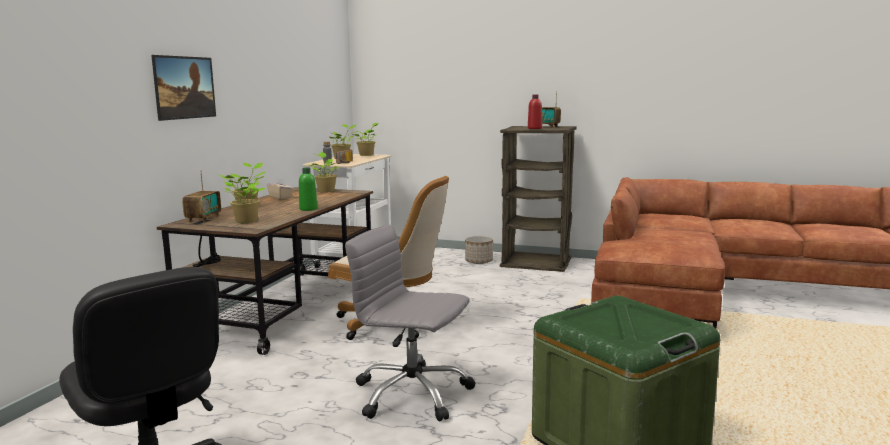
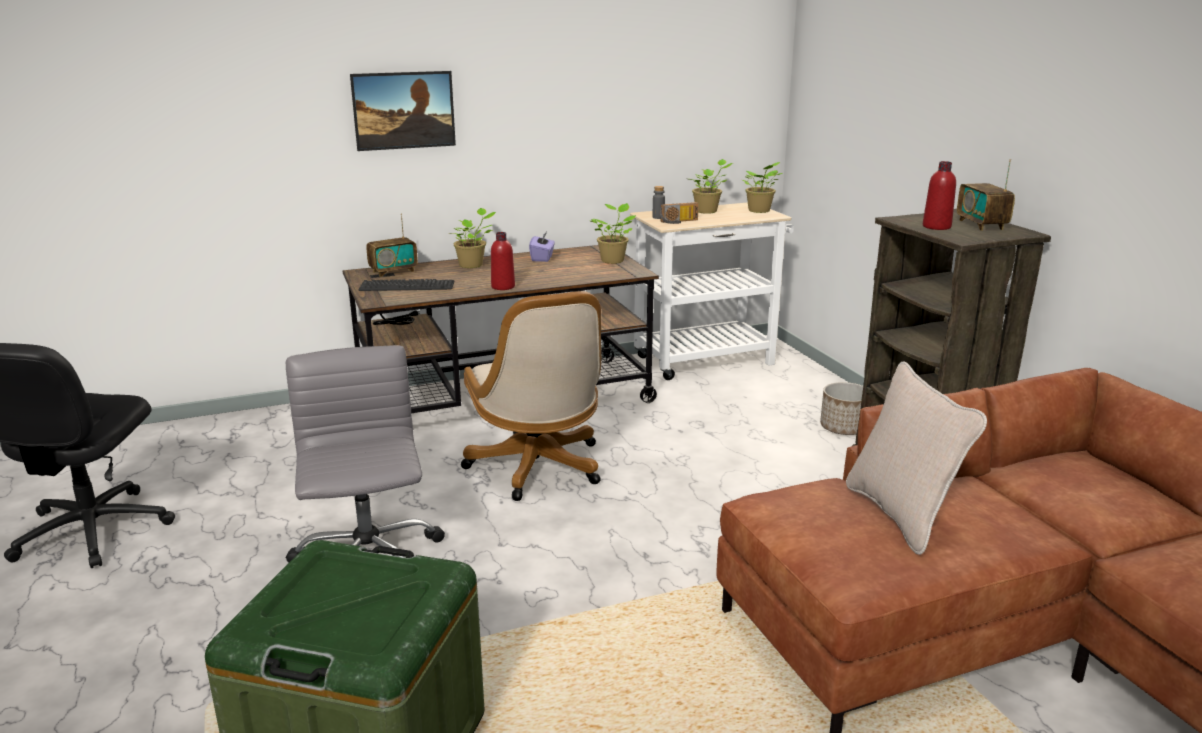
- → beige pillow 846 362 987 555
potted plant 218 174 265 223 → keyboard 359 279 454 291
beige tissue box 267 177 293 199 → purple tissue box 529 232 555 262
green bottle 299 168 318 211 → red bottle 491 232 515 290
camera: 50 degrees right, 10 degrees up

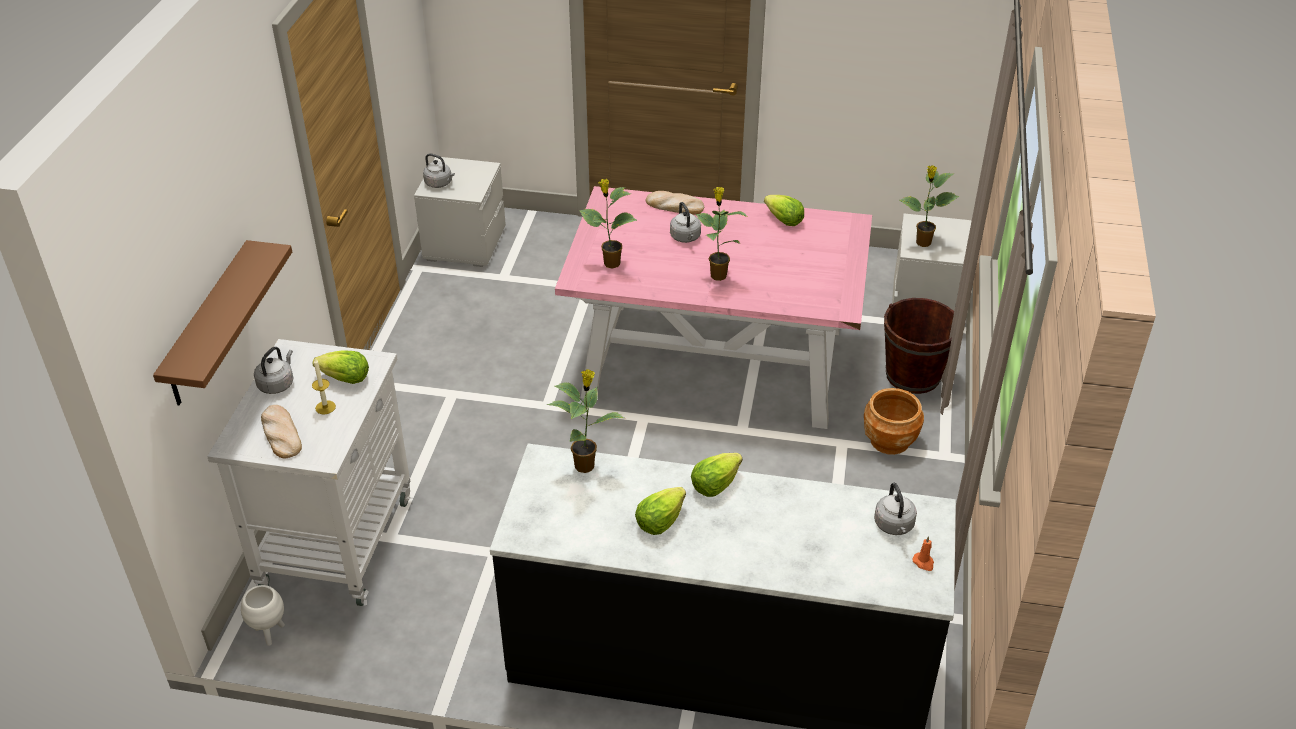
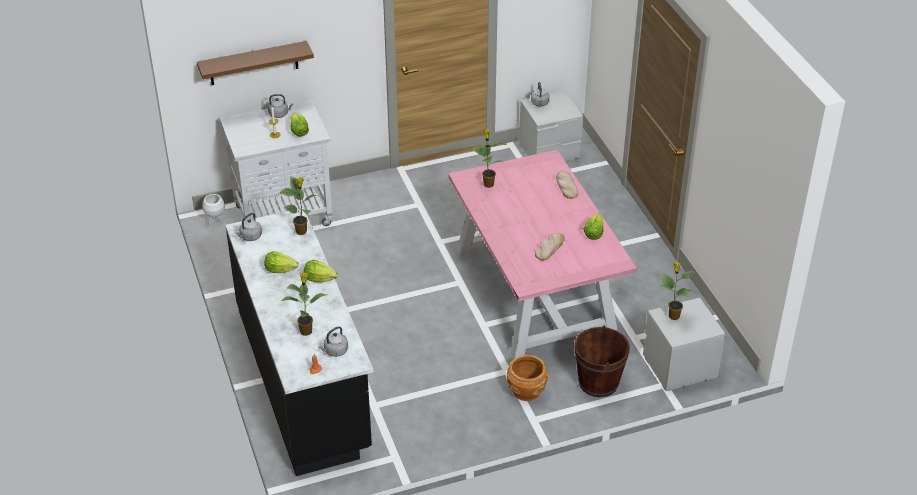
bread 261 405 302 458 → bread 535 233 565 260, relocated
grey kettle 670 202 701 243 → grey kettle 235 213 262 241, relocated
potted plant 695 187 748 281 → potted plant 281 272 328 336, relocated
camera: 60 degrees right, 0 degrees up

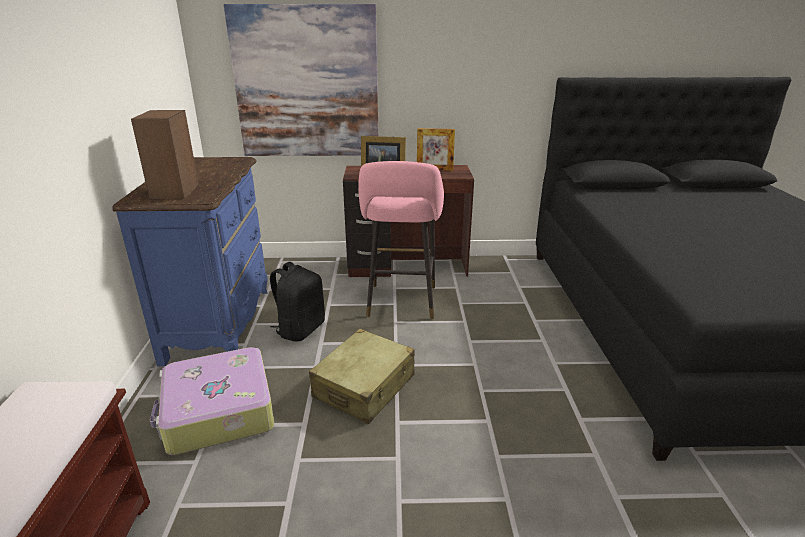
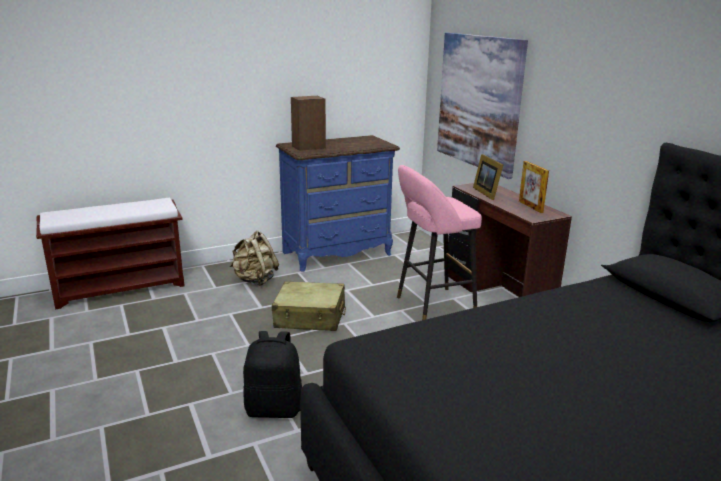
black backpack 270 262 325 342 → black backpack 243 331 302 418, relocated
suitcase 150 347 274 455 → beige backpack 230 231 279 286
camera: 65 degrees right, 5 degrees down

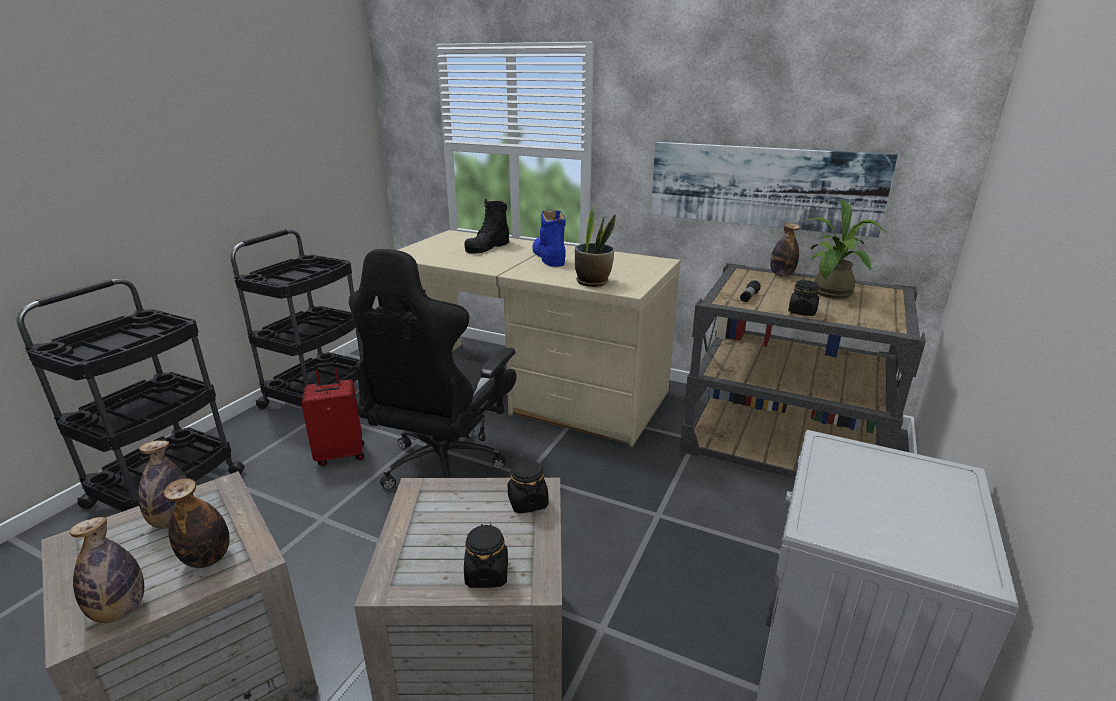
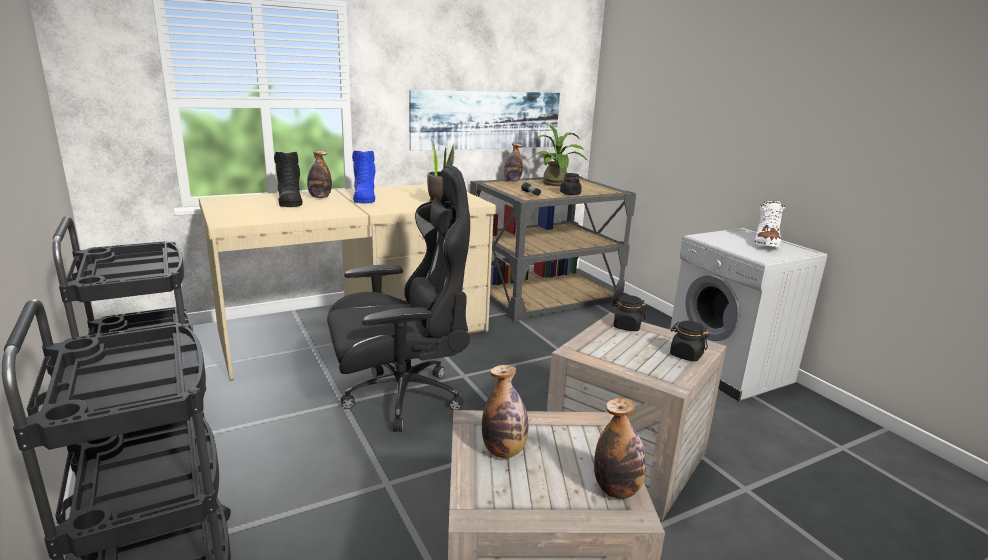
red suitcase 301 362 364 466 → -
- → white boot 754 201 785 247
bottle 164 478 230 568 → bottle 307 151 332 198, relocated
black office chair 349 249 517 490 → black office chair 327 165 470 432, 75 degrees counterclockwise
blue boot 532 210 566 267 → blue boot 352 150 376 204, 120 degrees counterclockwise
camera: 55 degrees left, 5 degrees down

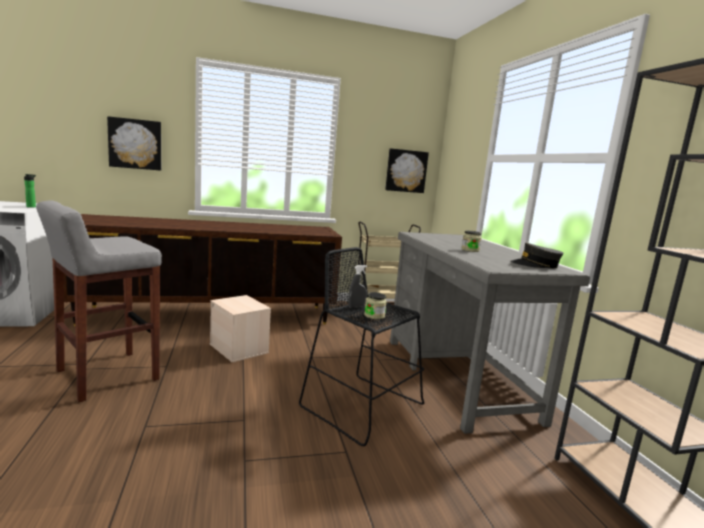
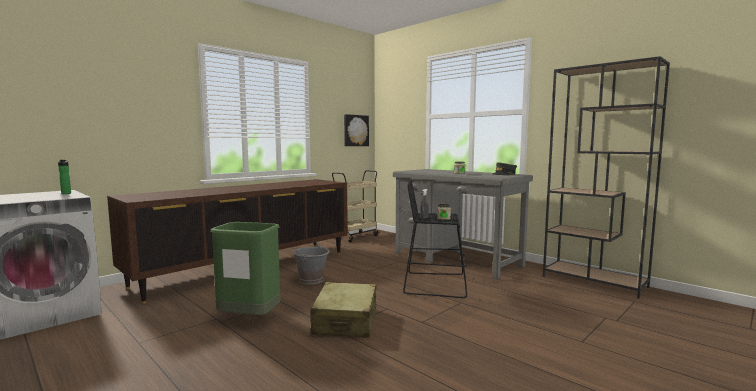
picture 107 116 161 170 → -
- → beige suitcase 311 282 377 338
grey stool 36 200 162 402 → green trash can 210 222 280 315
beige storage box 210 295 271 362 → grey bucket 293 244 330 285
camera: 30 degrees left, 5 degrees down

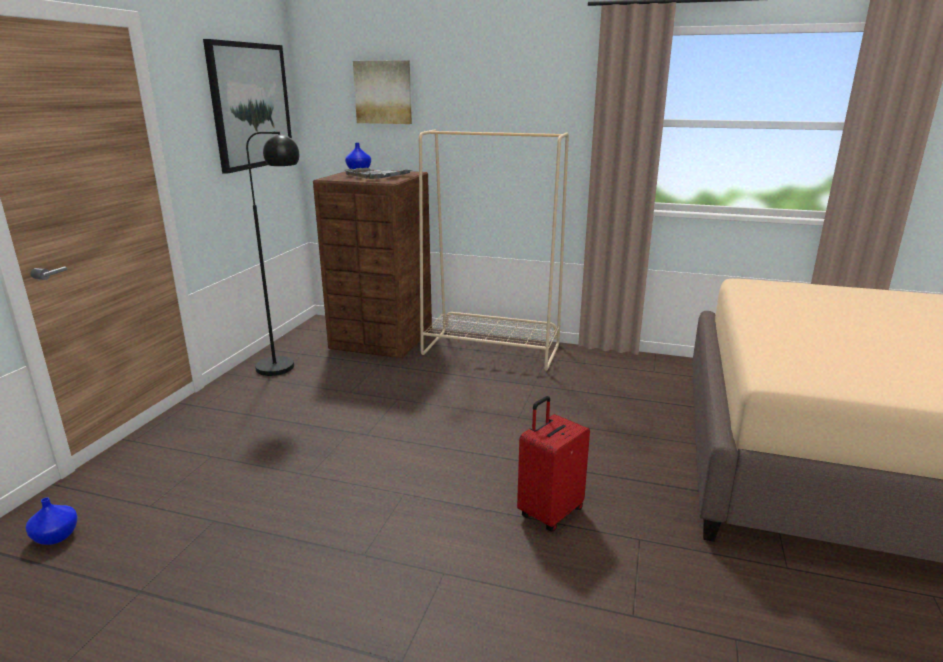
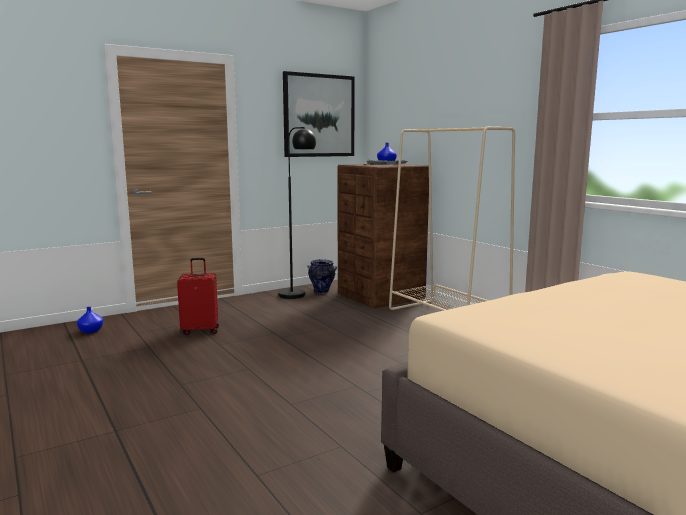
picture 353 60 412 124 → -
- → vase 307 259 337 294
red suitcase 517 396 590 531 → red suitcase 177 258 219 335, relocated
camera: 40 degrees right, 10 degrees down

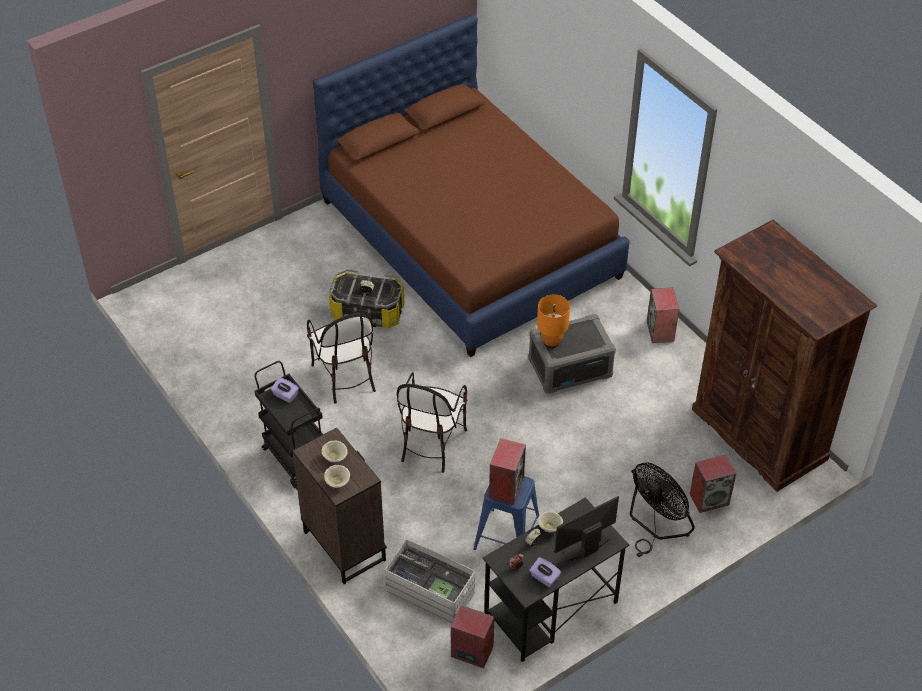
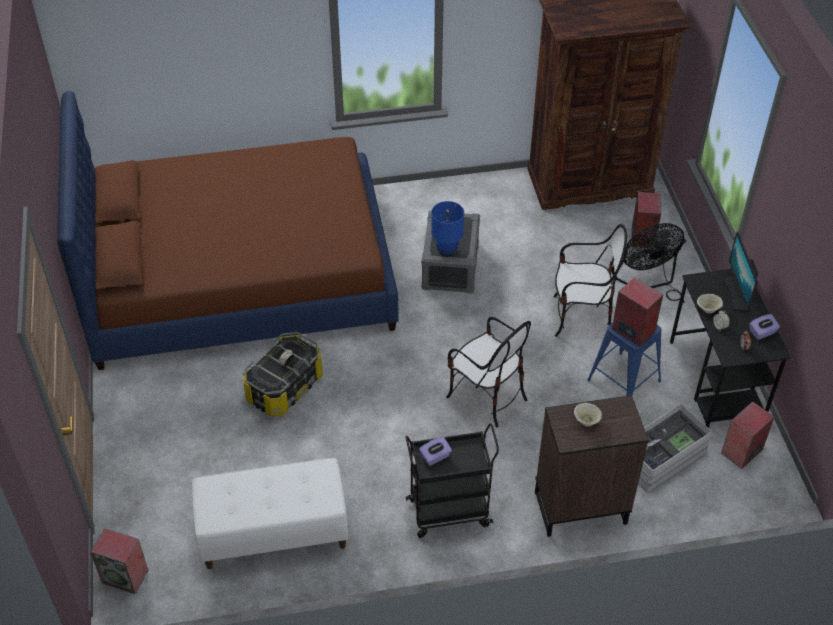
beige bowl 324 465 350 488 → -
- → white bench 192 458 348 569
chair 307 305 376 404 → chair 554 224 627 337, relocated
speaker 647 287 679 343 → speaker 90 528 148 594, relocated
orange table lamp 537 295 570 348 → blue table lamp 431 201 464 257
camera: 65 degrees left, 0 degrees up

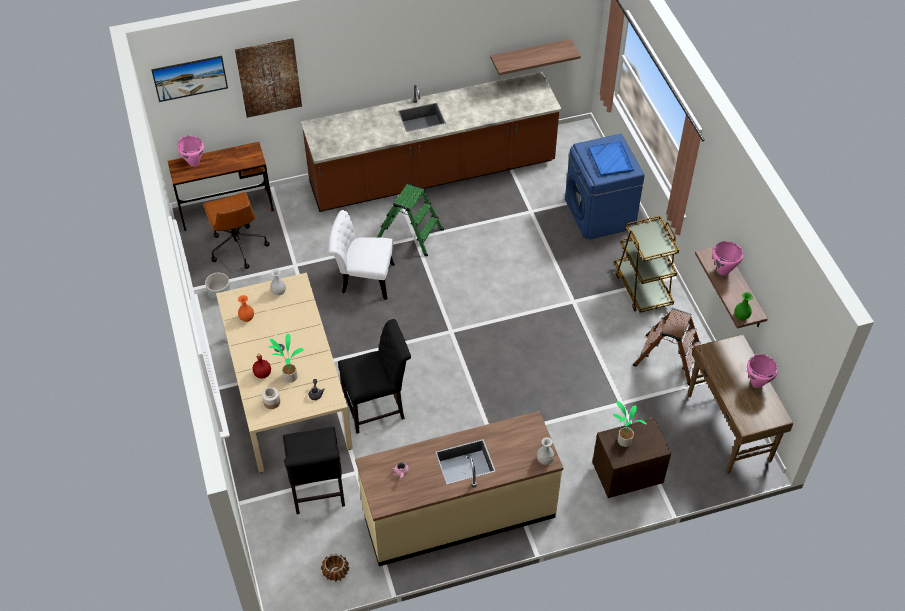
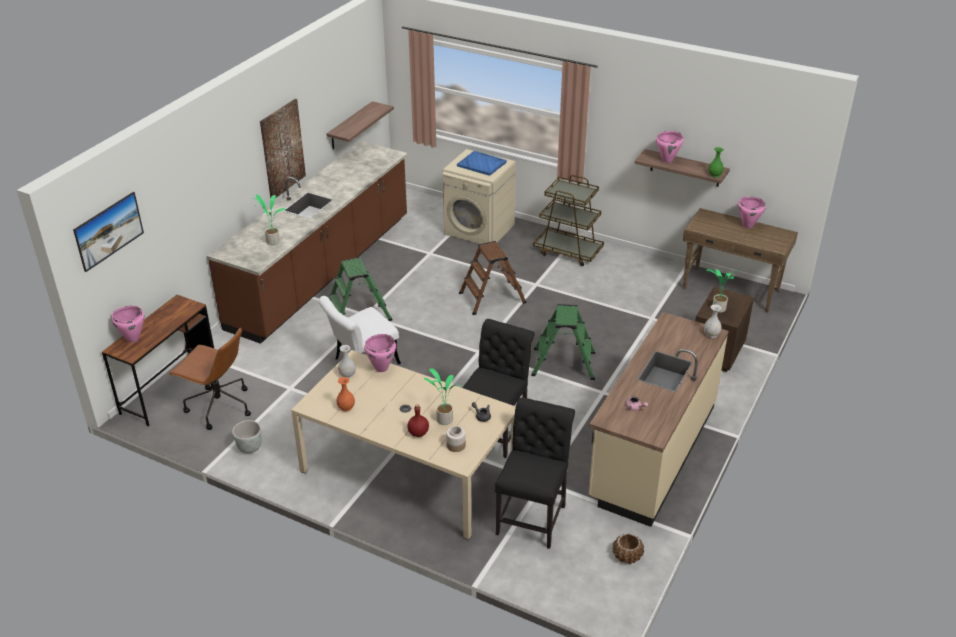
- → potted plant 253 194 286 245
- → pink cooking pot 364 334 396 372
- → green step ladder 531 304 596 380
picture 235 38 302 118 → picture 260 99 306 199, relocated
brown step ladder 633 308 701 385 → brown step ladder 459 241 527 315, relocated
blue washing machine 565 133 645 240 → beige washing machine 442 149 516 244
black chair 283 427 345 514 → black chair 495 397 575 549, 105 degrees counterclockwise
camera: 45 degrees left, 15 degrees down

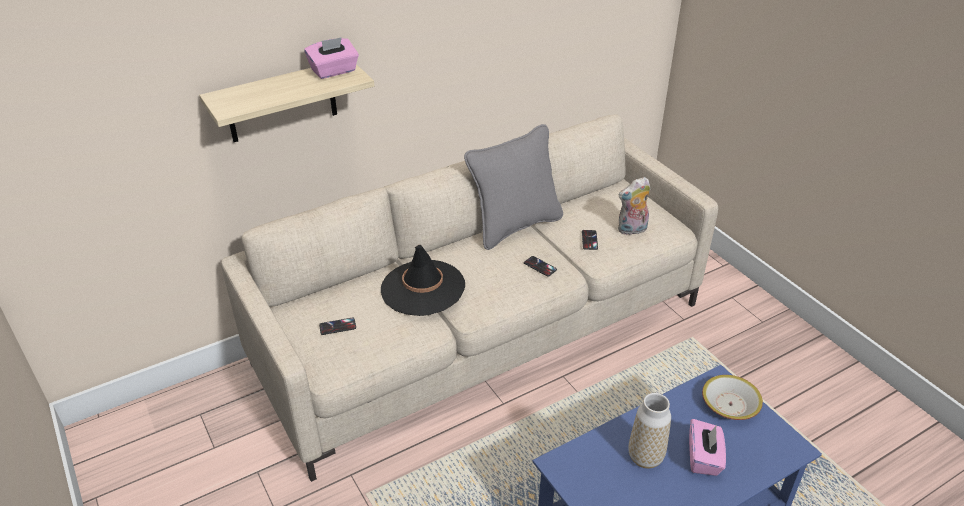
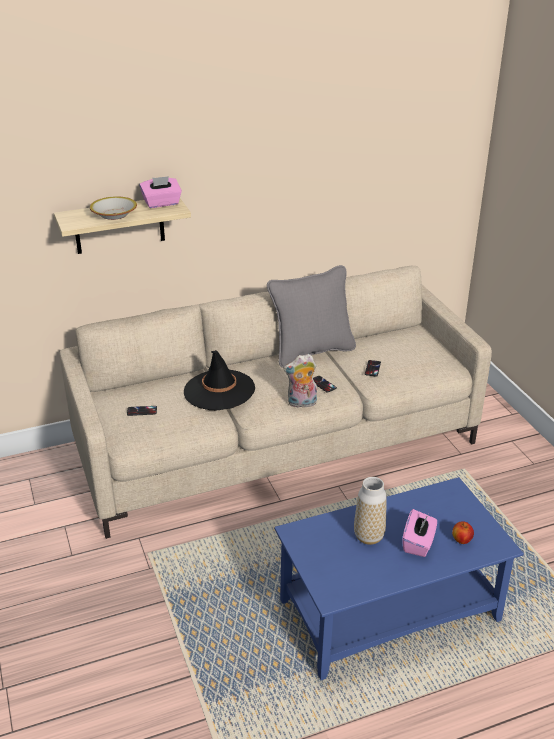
- → apple 452 521 474 544
plush toy 618 177 651 235 → plush toy 283 354 317 408, relocated
bowl 702 375 763 420 → bowl 90 196 137 220, relocated
camera: 10 degrees right, 5 degrees down

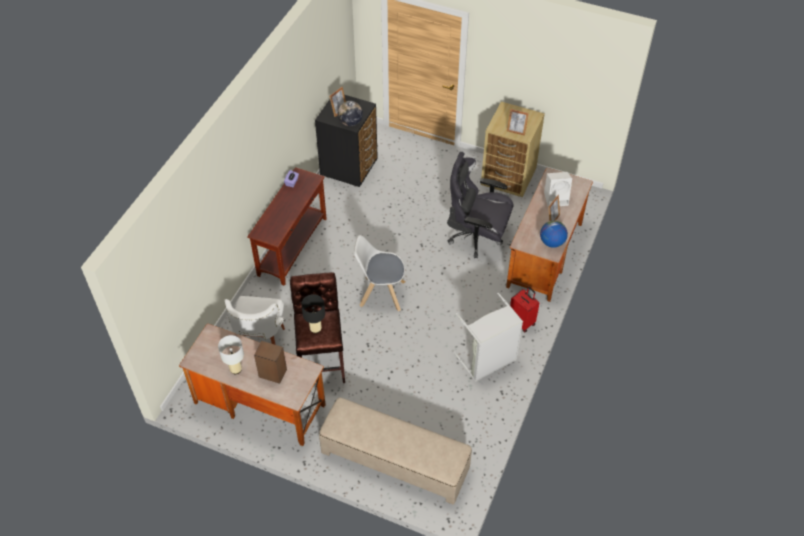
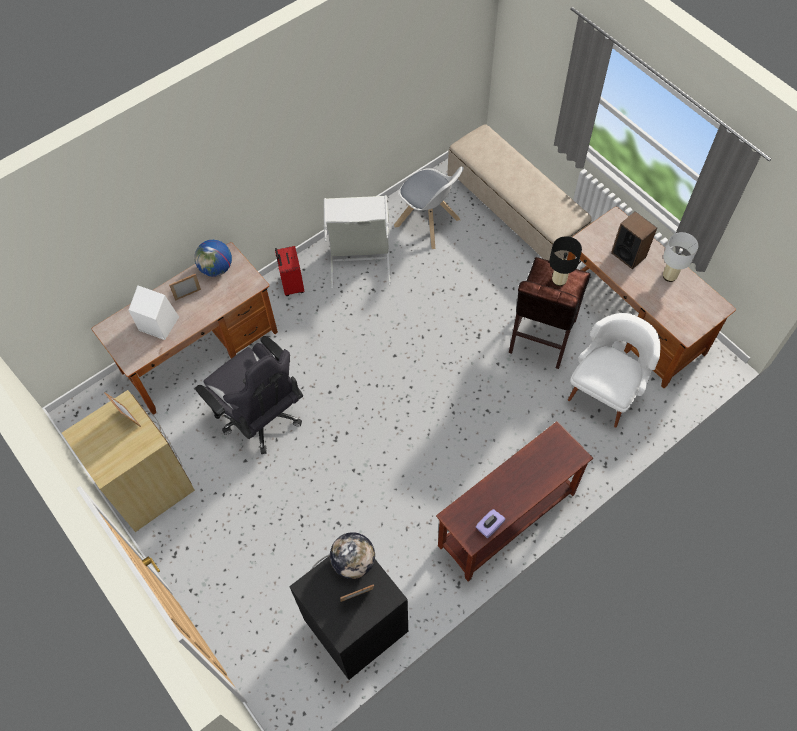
chair 354 235 405 311 → chair 394 166 464 249, relocated
camera: 150 degrees left, 10 degrees up

